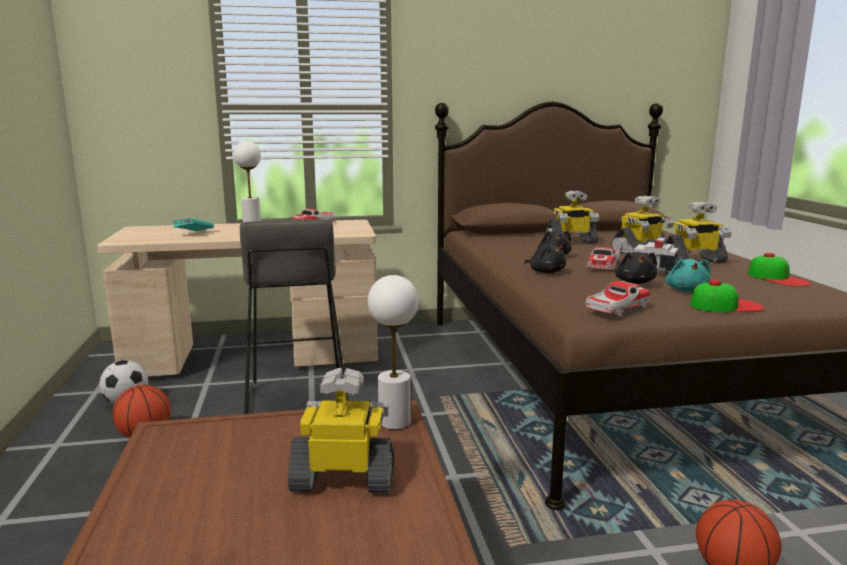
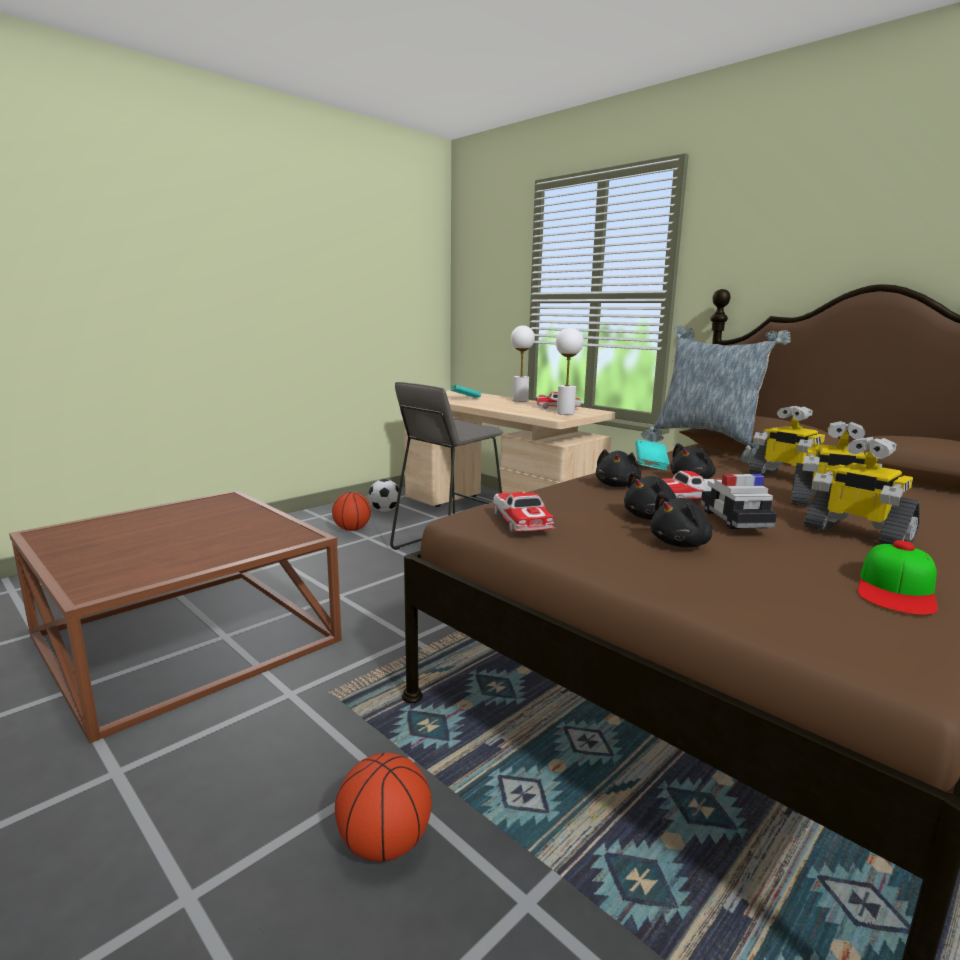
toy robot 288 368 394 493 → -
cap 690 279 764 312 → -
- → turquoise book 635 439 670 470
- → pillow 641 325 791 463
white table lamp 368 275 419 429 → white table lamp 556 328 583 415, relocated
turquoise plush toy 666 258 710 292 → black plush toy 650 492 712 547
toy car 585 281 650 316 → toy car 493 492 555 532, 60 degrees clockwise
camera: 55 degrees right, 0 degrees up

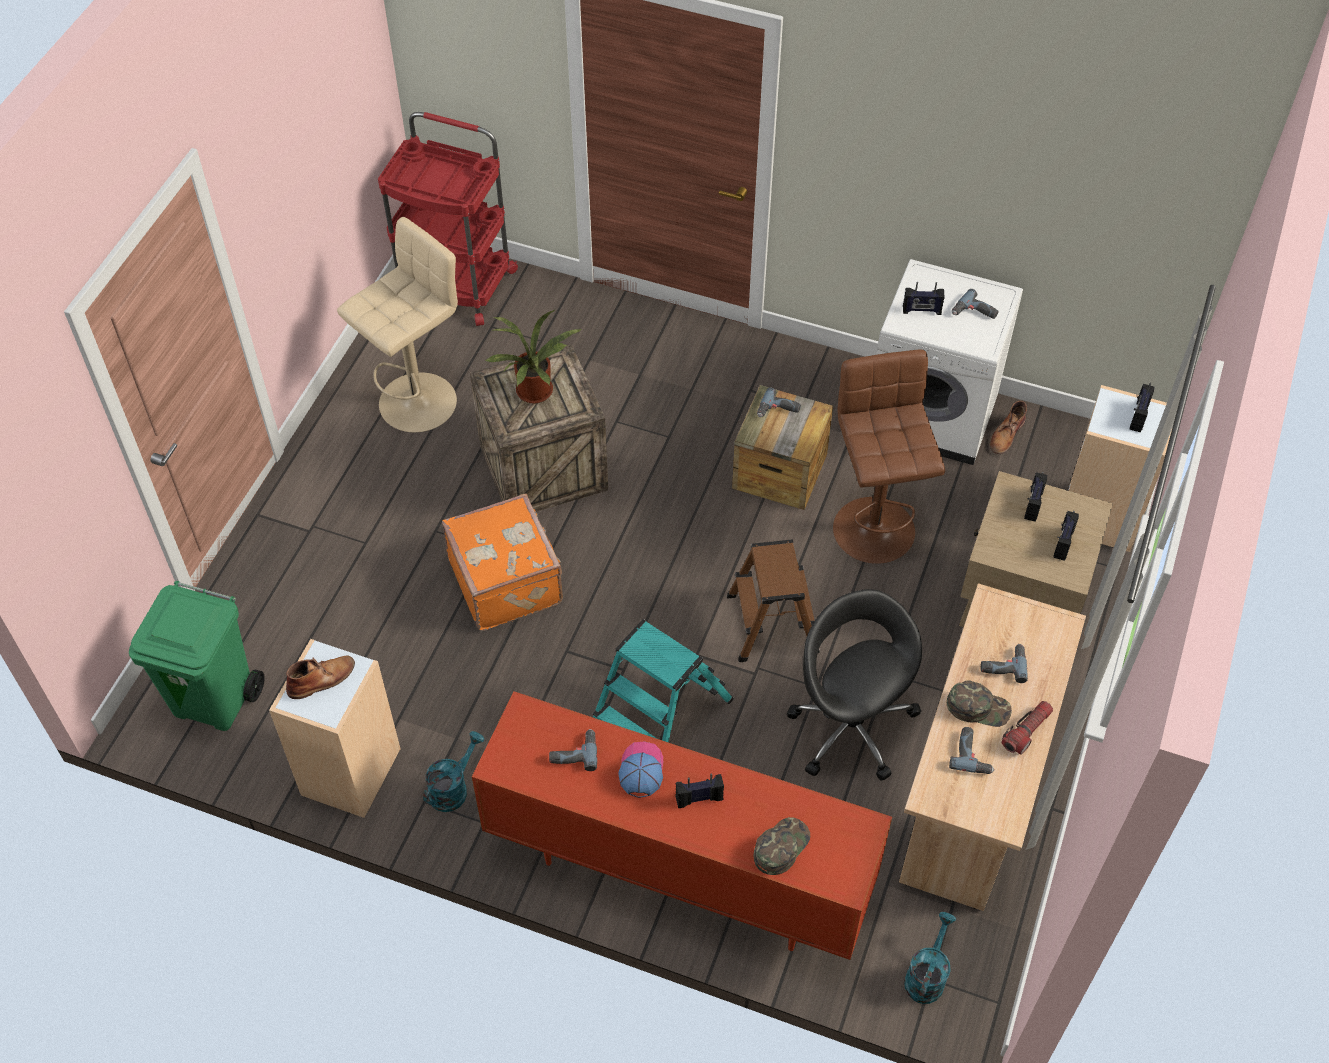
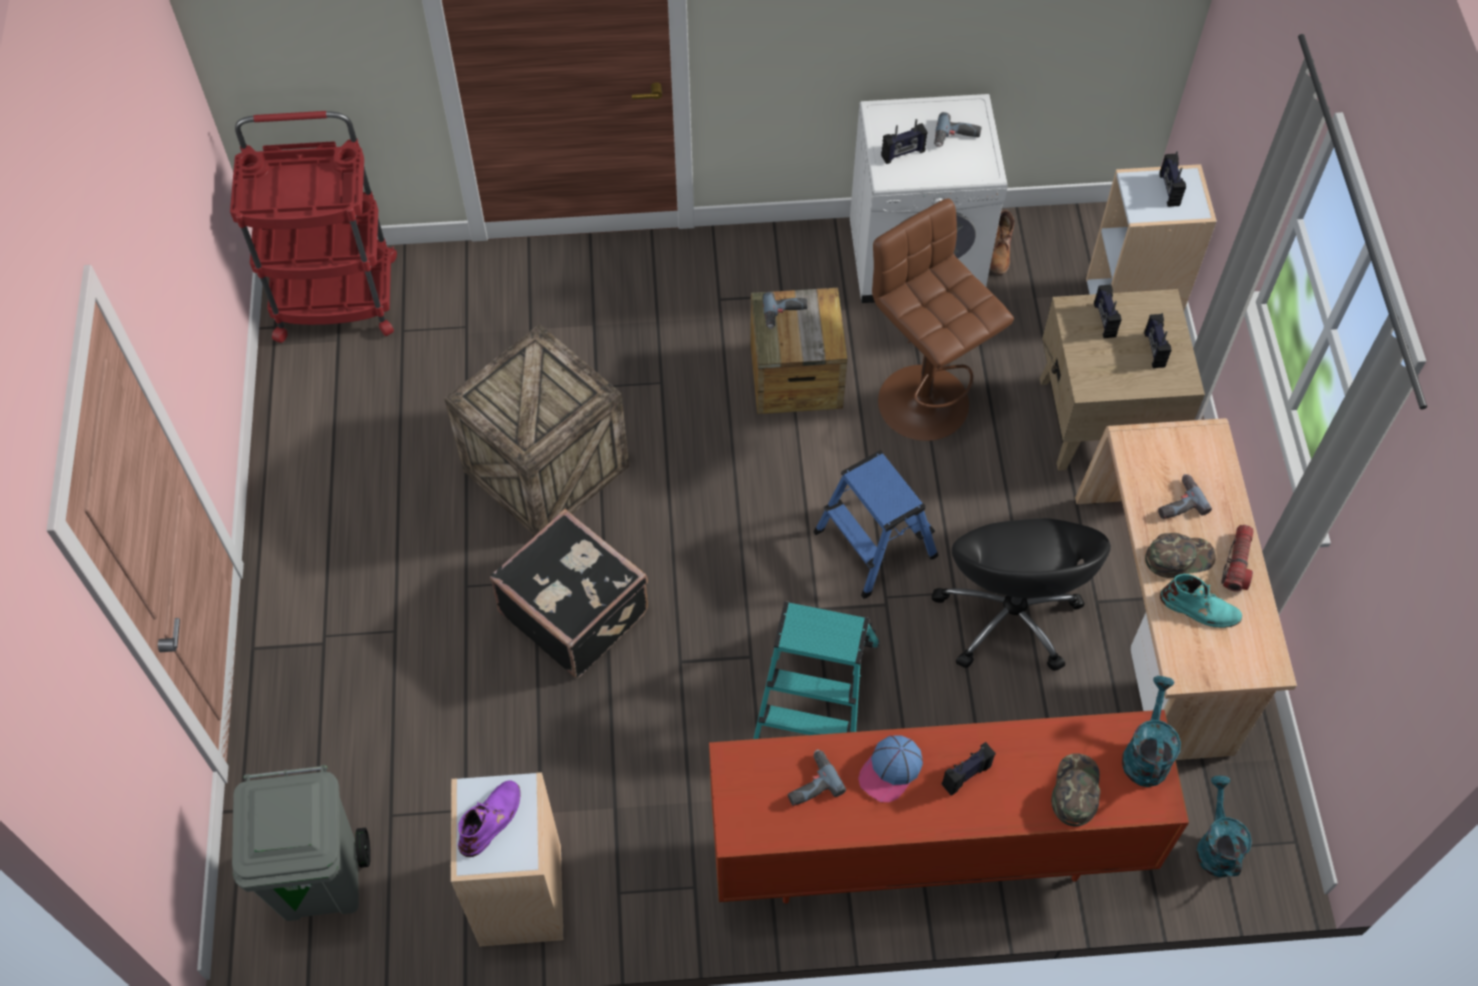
beige stool 337 217 458 432 → -
potted plant 485 309 583 404 → -
turquoise watering can 423 731 484 812 → turquoise watering can 1122 676 1181 787, relocated
power drill 949 727 994 774 → turquoise boot 1160 574 1242 628
green trash can 129 581 265 731 → grey trash can 232 765 371 921
brown boot 286 656 355 699 → purple boot 458 780 521 857
orange suitcase 442 493 563 631 → black suitcase 490 509 648 678
brown step ladder 727 539 820 662 → blue step ladder 814 450 939 599
cap 619 742 663 798 → cap 858 735 923 802, 120 degrees counterclockwise
black office chair 787 589 922 781 → black office chair 931 518 1111 671, 120 degrees counterclockwise
camera: 25 degrees left, 5 degrees up

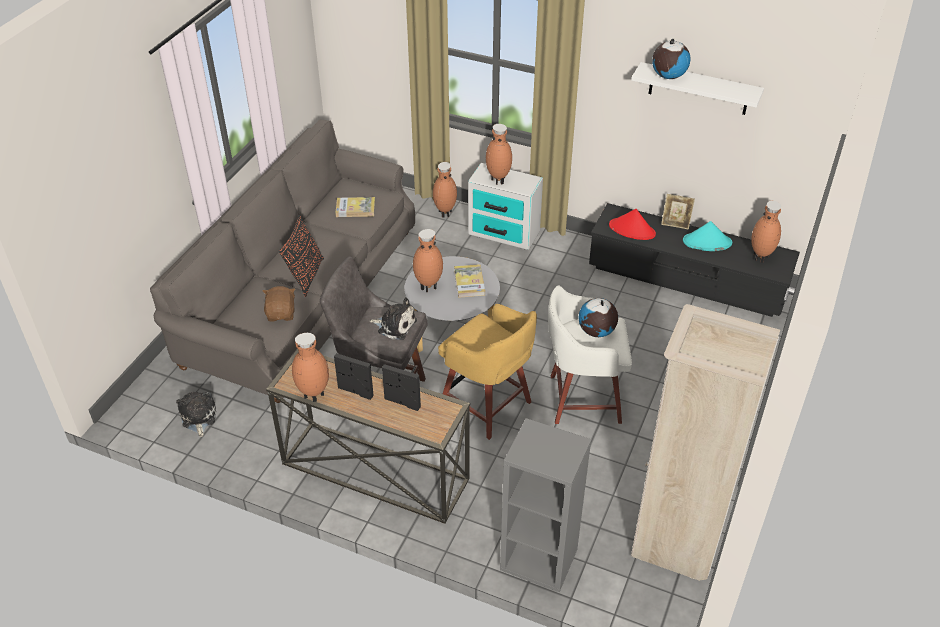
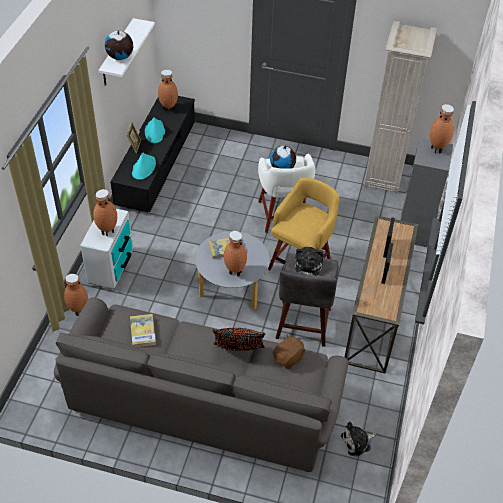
brown vase 292 333 329 402 → brown vase 430 104 454 154, relocated
red hat 609 209 656 240 → turquoise hat 132 152 156 180
brown plush toy 263 286 295 321 → brown plush toy 273 334 306 369, 150 degrees clockwise
camera: 100 degrees left, 5 degrees up

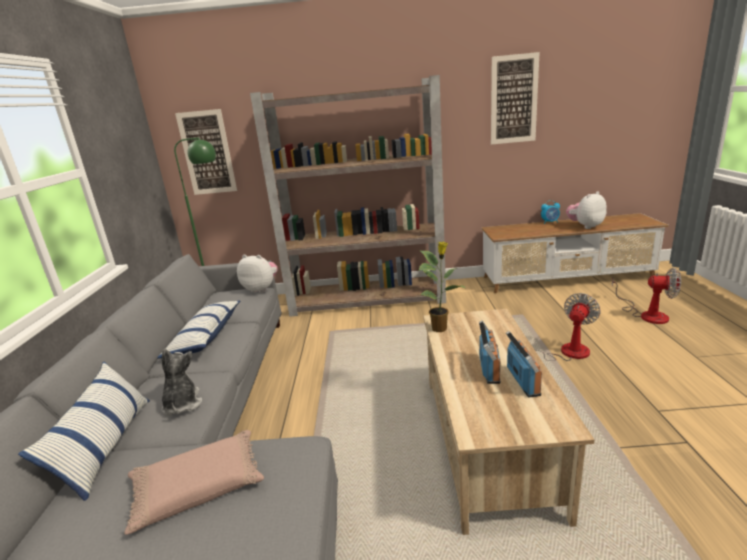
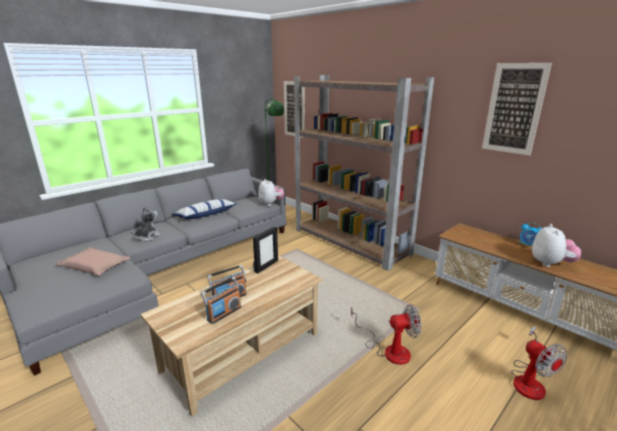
pillow 18 361 150 501 → -
potted plant 418 241 465 332 → picture frame 253 227 278 273
plush toy 566 191 607 229 → plush toy 532 224 581 267, 90 degrees clockwise
camera: 45 degrees right, 0 degrees up

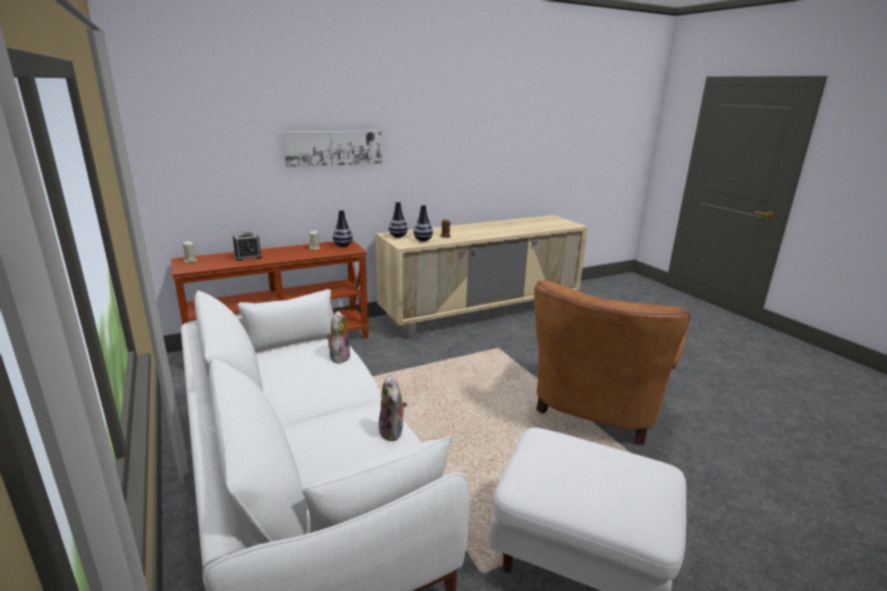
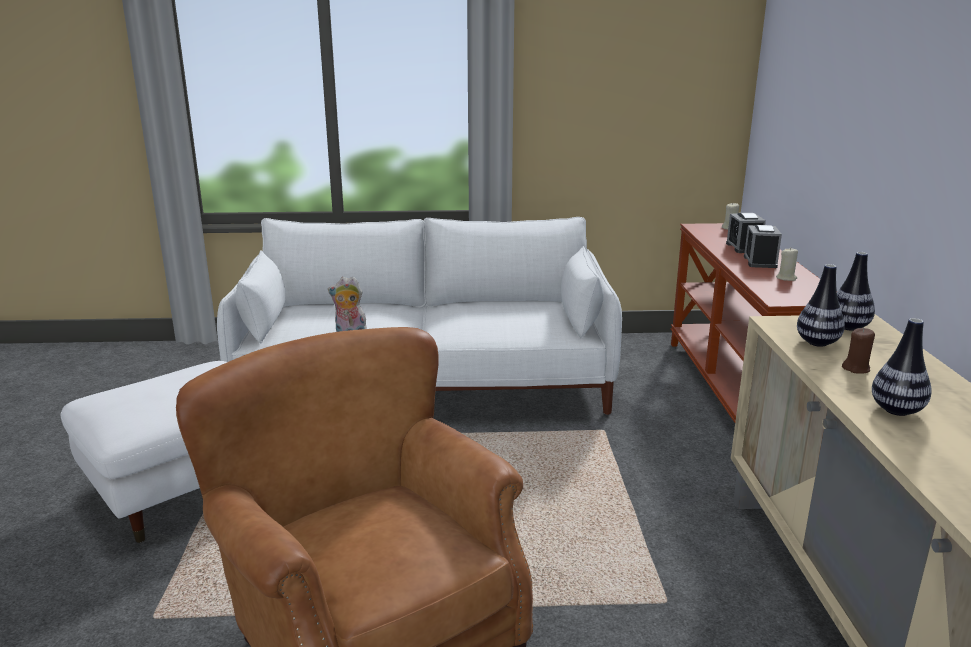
picture 283 130 382 167 → -
plush toy 326 311 350 364 → -
- → alarm clock 744 225 782 268
vase 333 209 353 247 → vase 872 318 931 416, relocated
camera: 115 degrees right, 0 degrees up

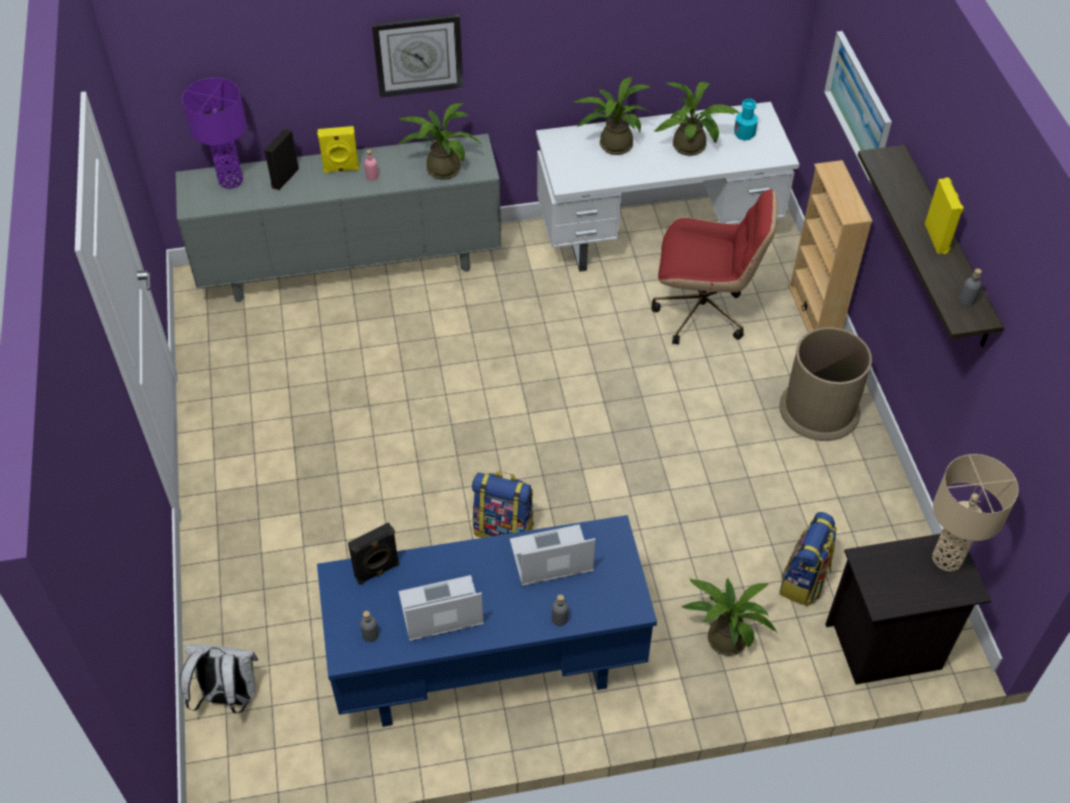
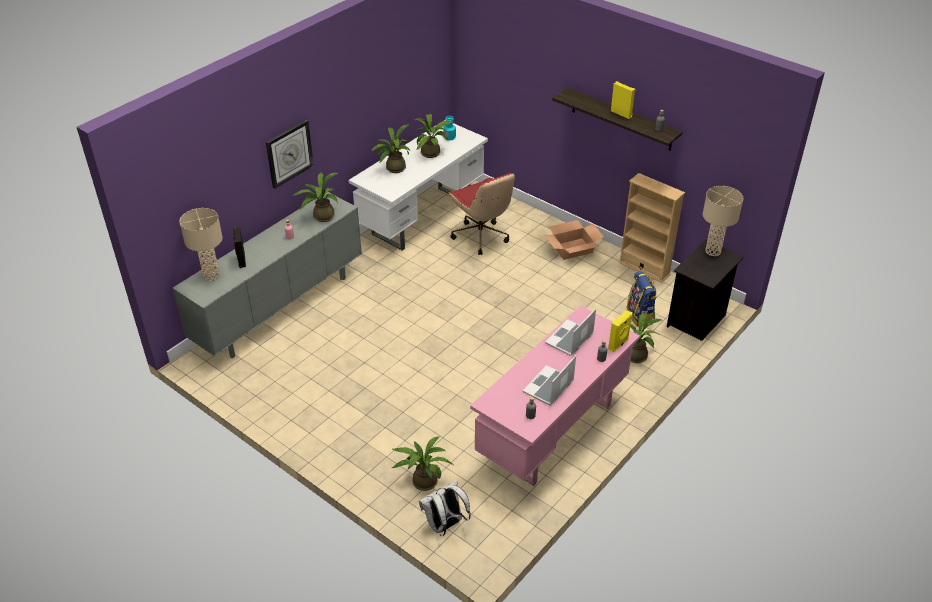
black speaker 348 522 399 584 → -
backpack 472 471 534 538 → -
picture 824 31 892 183 → -
- → potted plant 392 436 453 491
yellow speaker 317 126 360 173 → yellow speaker 608 310 632 352, relocated
beige bookcase 788 160 873 332 → beige bookcase 618 173 685 283, relocated
brown trash can 779 327 872 441 → cardboard box 545 220 604 260
purple table lamp 182 78 247 189 → beige table lamp 180 208 223 281
blue desk 317 515 657 727 → pink desk 470 306 640 486
red office chair 652 189 778 344 → red office chair 449 173 515 255, 90 degrees clockwise
camera: 40 degrees left, 10 degrees down

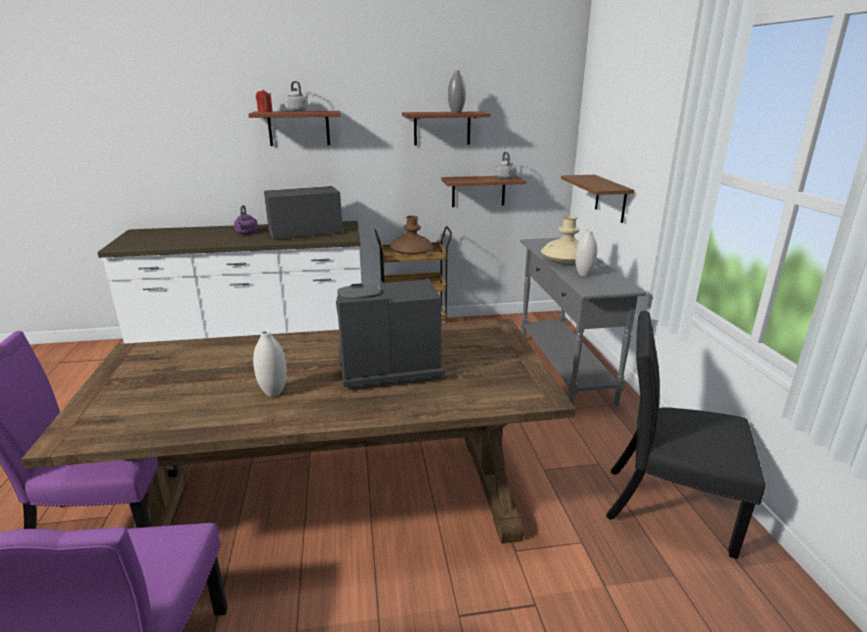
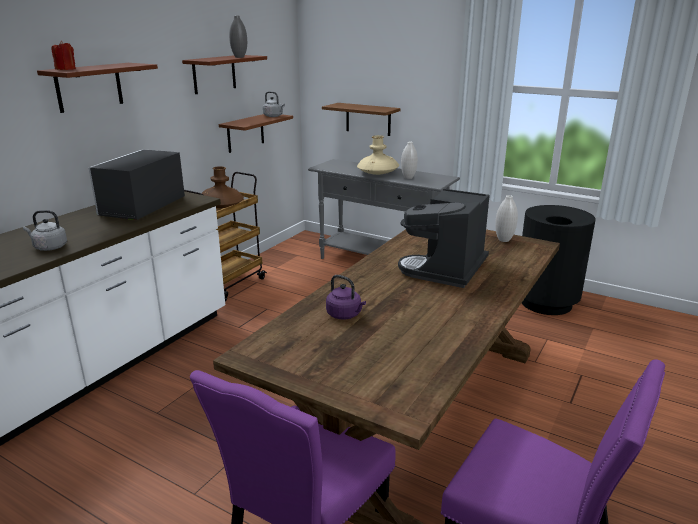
purple kettle 234 205 258 234 → purple kettle 326 275 366 320, relocated
white vase 253 330 287 397 → white vase 495 195 518 242, relocated
grey kettle 284 81 308 112 → grey kettle 23 210 67 251, relocated
black chair 606 311 765 559 → black trash can 522 205 596 315
camera: 50 degrees left, 0 degrees up

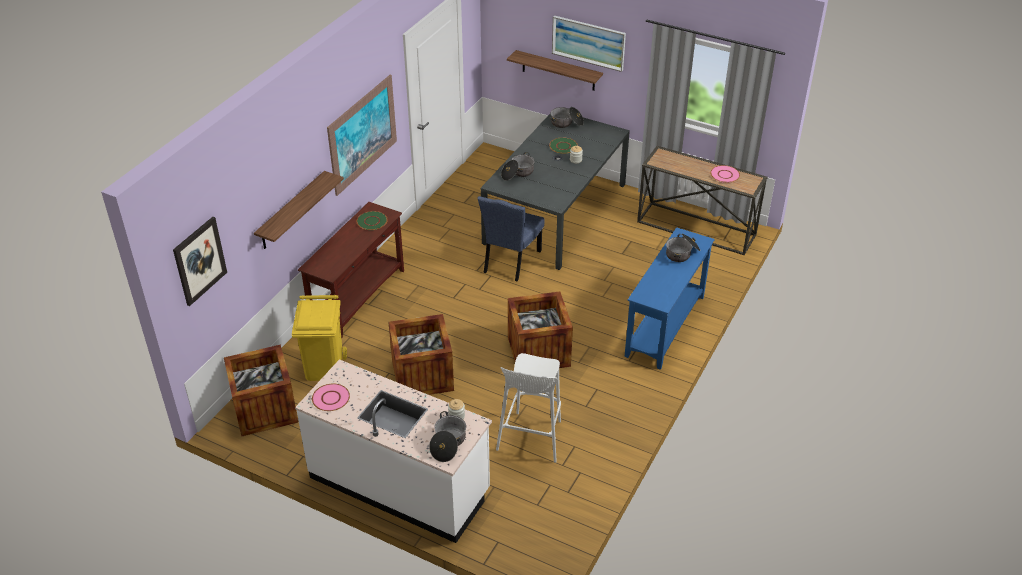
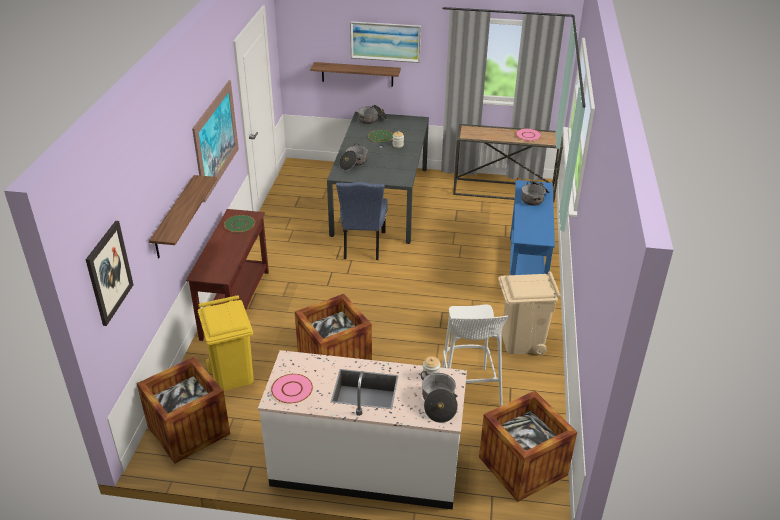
- → beige trash can 498 271 561 355
crate 508 291 573 368 → crate 479 391 577 502, relocated
camera: 20 degrees left, 5 degrees down

